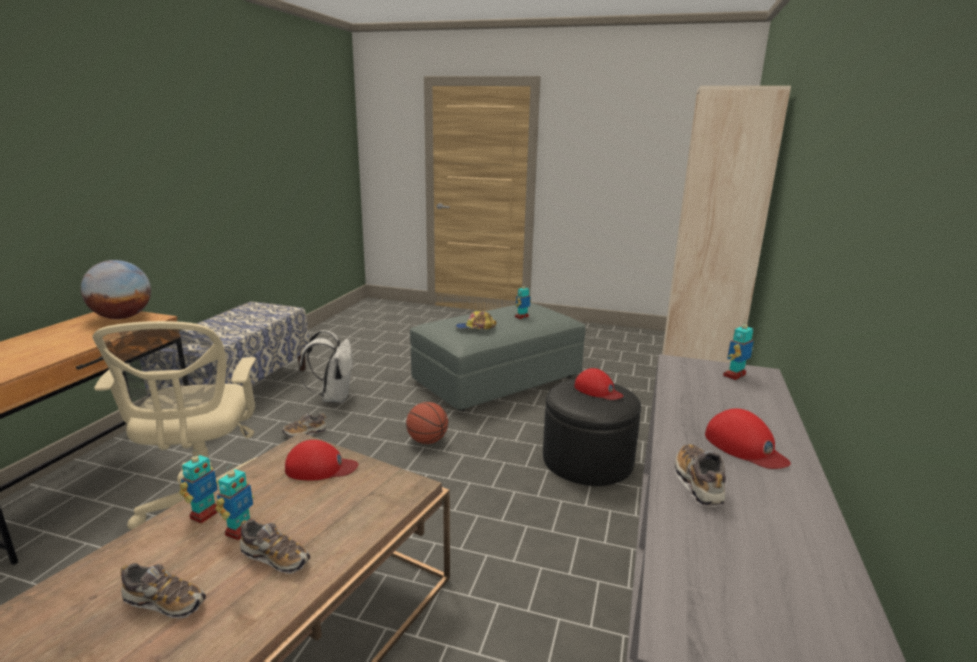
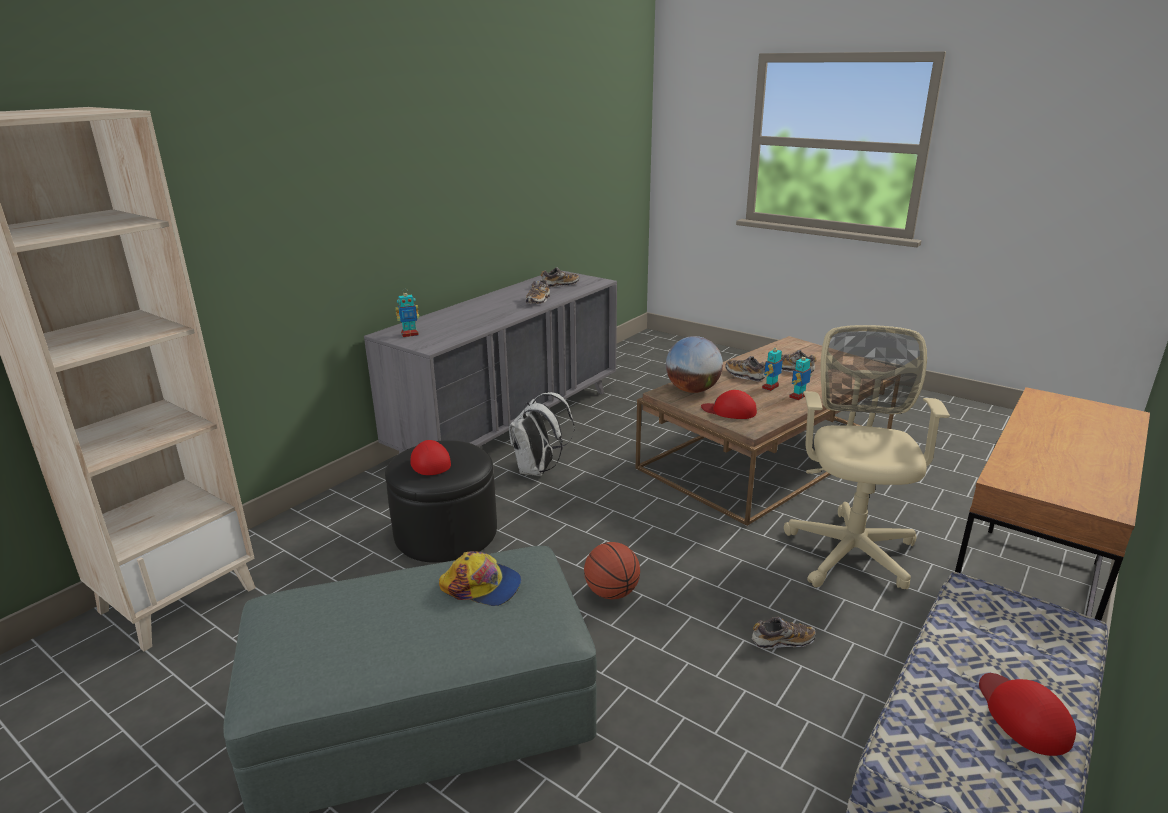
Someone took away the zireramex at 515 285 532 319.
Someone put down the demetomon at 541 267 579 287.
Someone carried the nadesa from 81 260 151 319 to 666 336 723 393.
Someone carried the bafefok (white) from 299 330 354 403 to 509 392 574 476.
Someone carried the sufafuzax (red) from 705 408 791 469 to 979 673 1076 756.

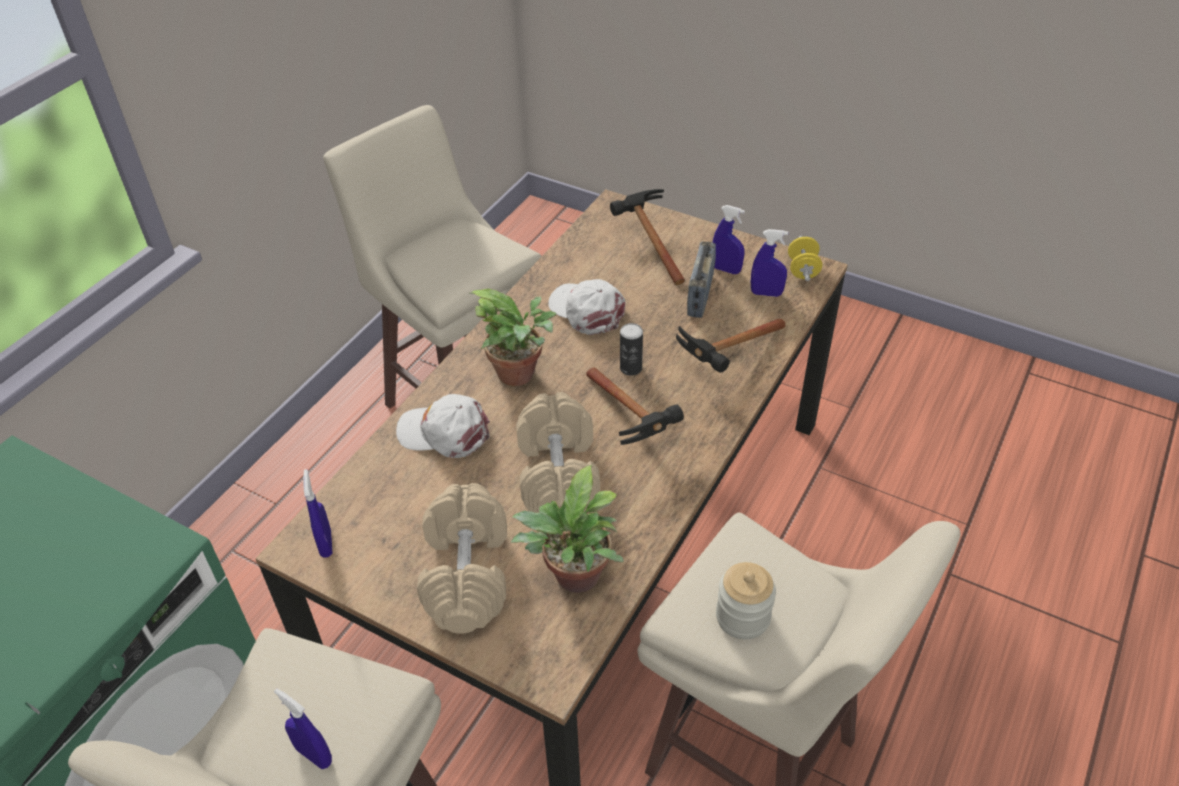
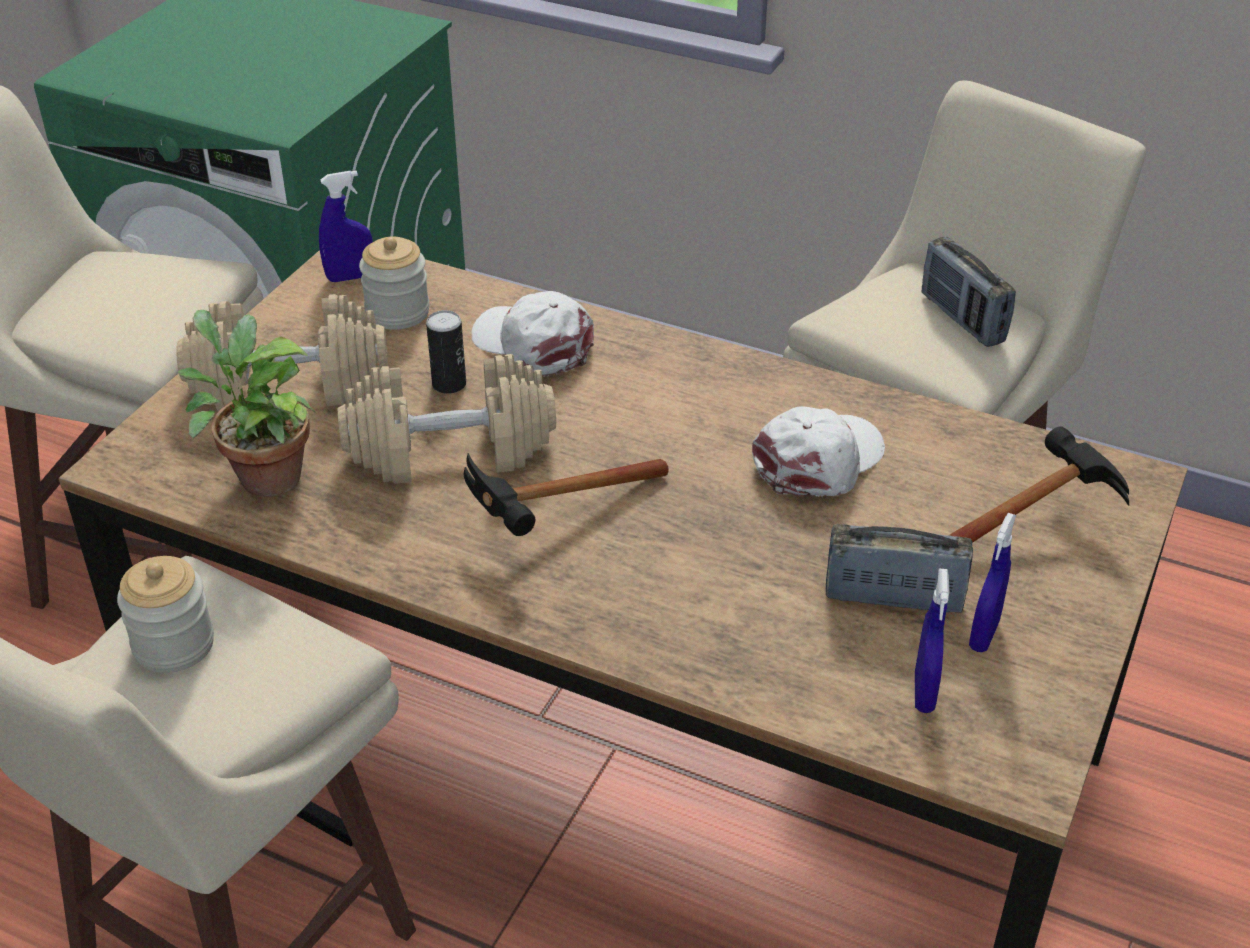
Someone took away the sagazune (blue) at 274 688 332 769.
Someone took away the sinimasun at 471 289 556 386.
Someone took away the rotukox at 676 319 786 373.
Someone took away the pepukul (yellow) at 788 236 822 281.
Someone put down the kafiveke at 359 237 429 330.
Someone put down the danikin at 922 237 1016 347.
Someone carried the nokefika from 620 323 643 376 to 426 310 466 394.
Someone rotated the sufafuzax (white) at 396 394 490 458 by 60 degrees counterclockwise.

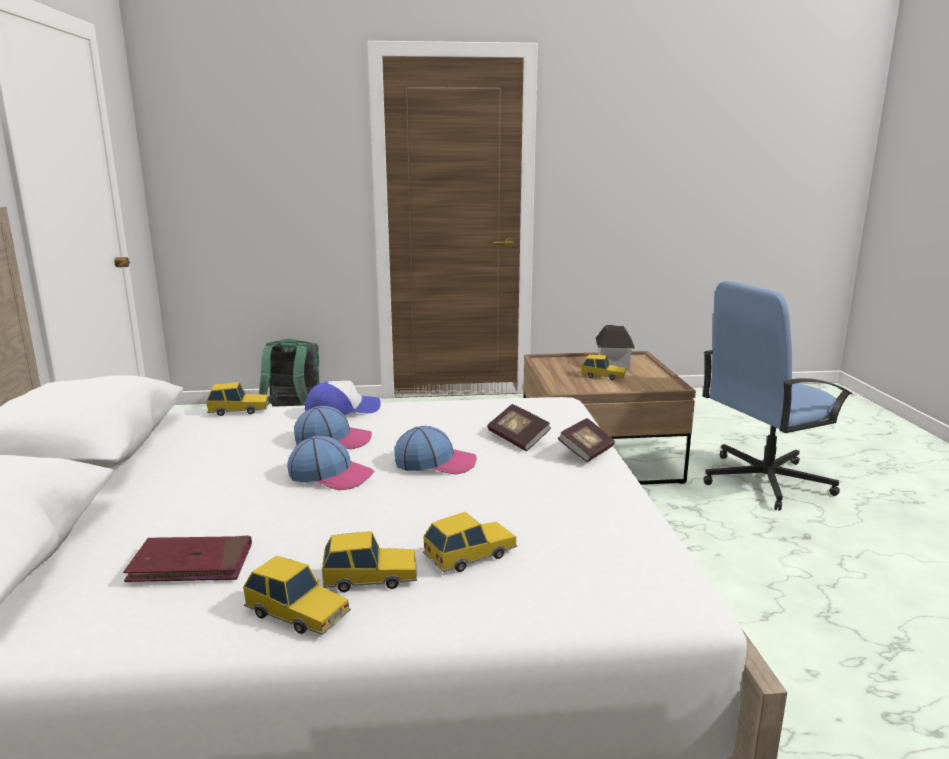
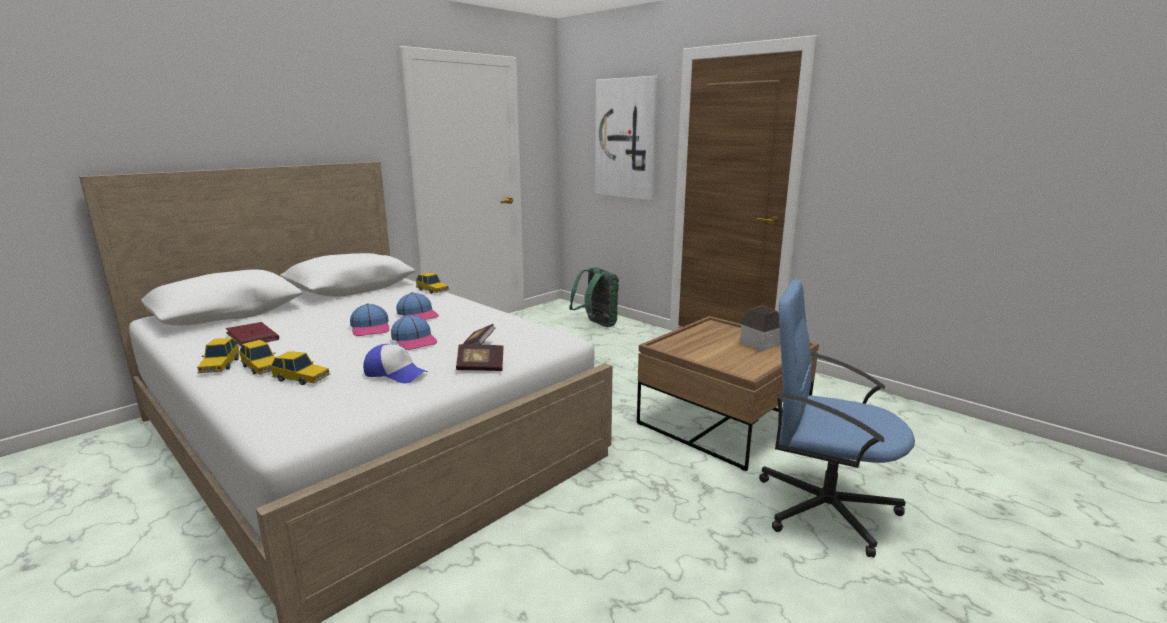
Someone took away the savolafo at 581 355 626 380.
Someone put up the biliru at 595 76 658 201.
Someone carried the sufafuzax from 305 381 380 415 to 363 344 428 383.

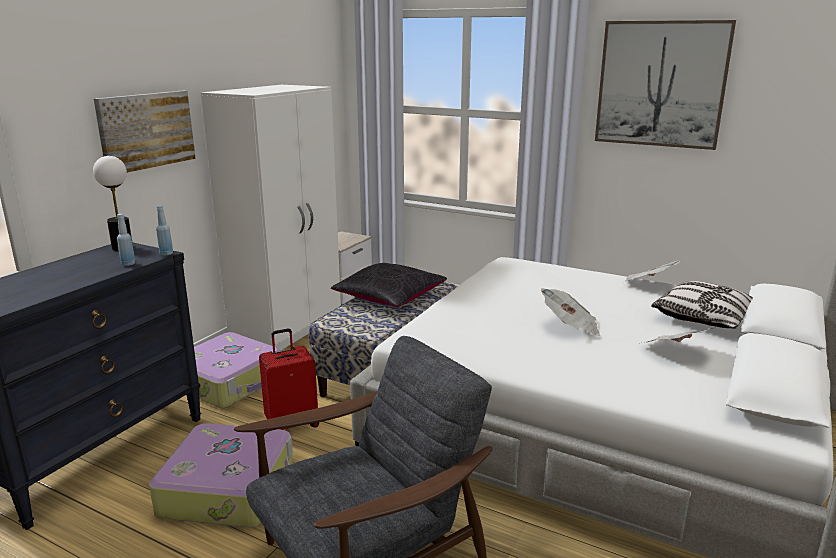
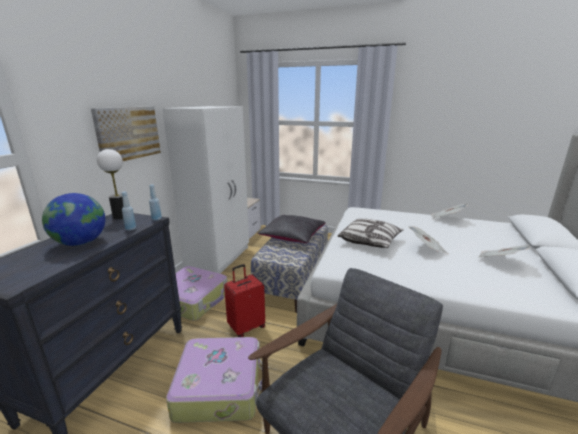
Someone took away the biliru at 595 20 736 150.
Someone put down the nadesa at 42 193 106 246.
Someone carried the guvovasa from 651 281 753 328 to 338 219 404 248.

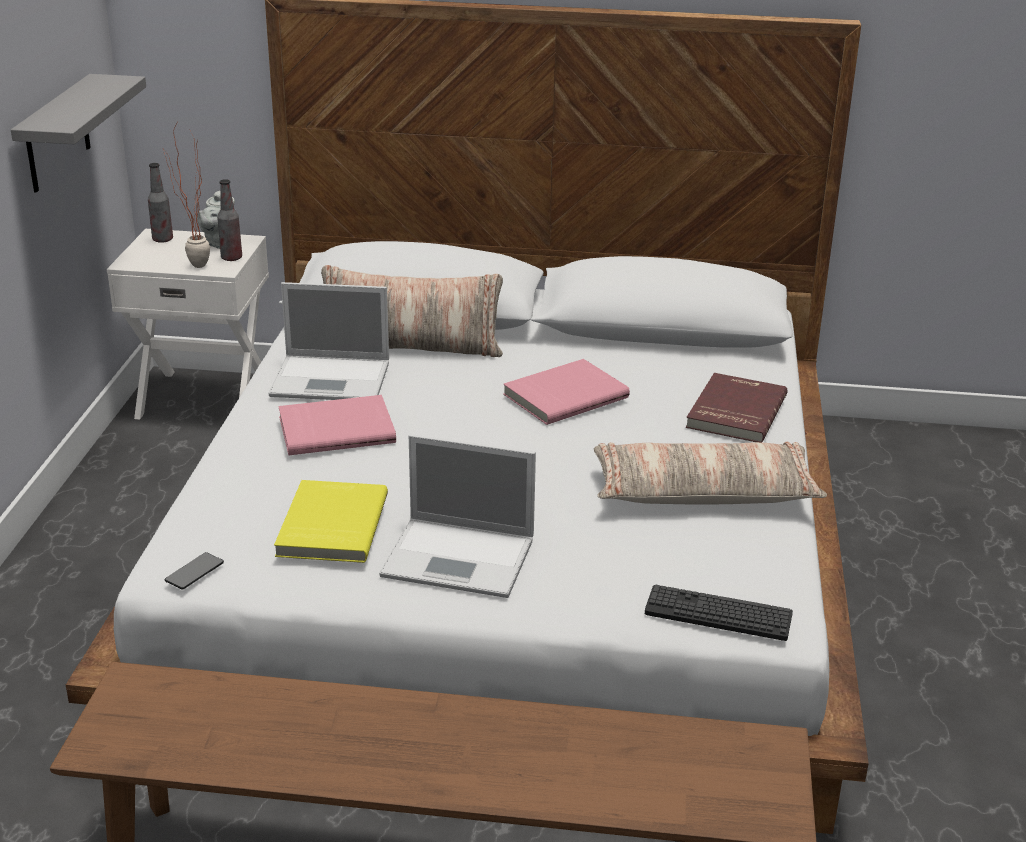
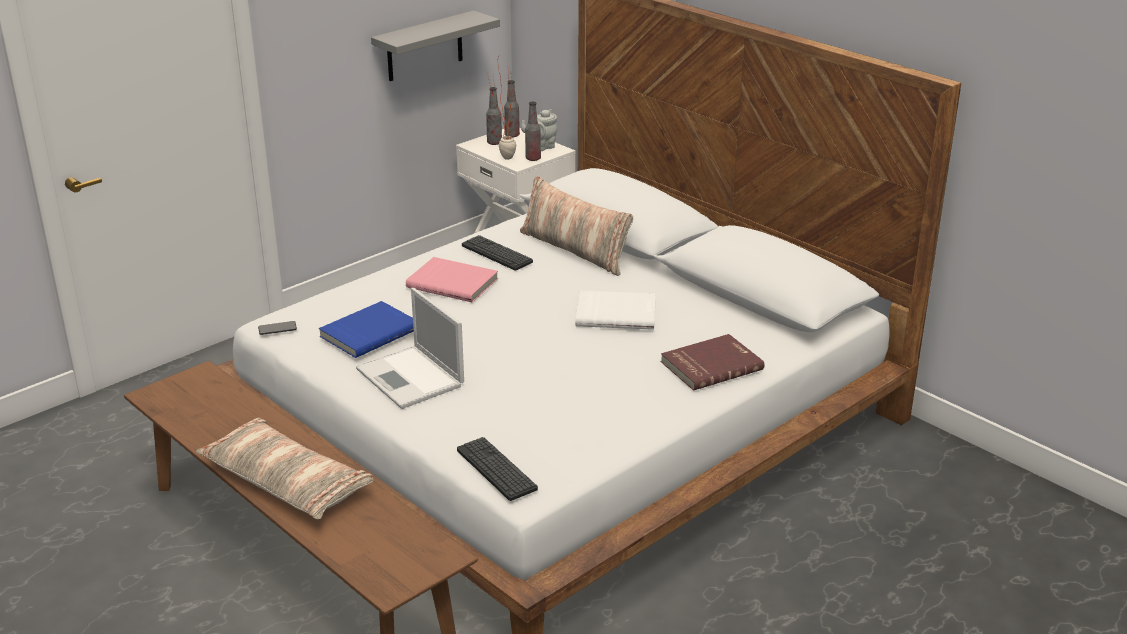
Someone put down the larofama at 486 87 502 145.
Someone carried the guvovasa from 594 442 827 505 to 196 418 374 519.
Someone swapped the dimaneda at 268 282 389 400 for the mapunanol at 462 235 533 271.
Someone repainted the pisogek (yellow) at 274 480 388 563, which became the pisogek (blue) at 319 301 414 358.
Someone repainted the pisogek (pink) at 503 359 630 425, which became the pisogek (white) at 575 291 656 330.

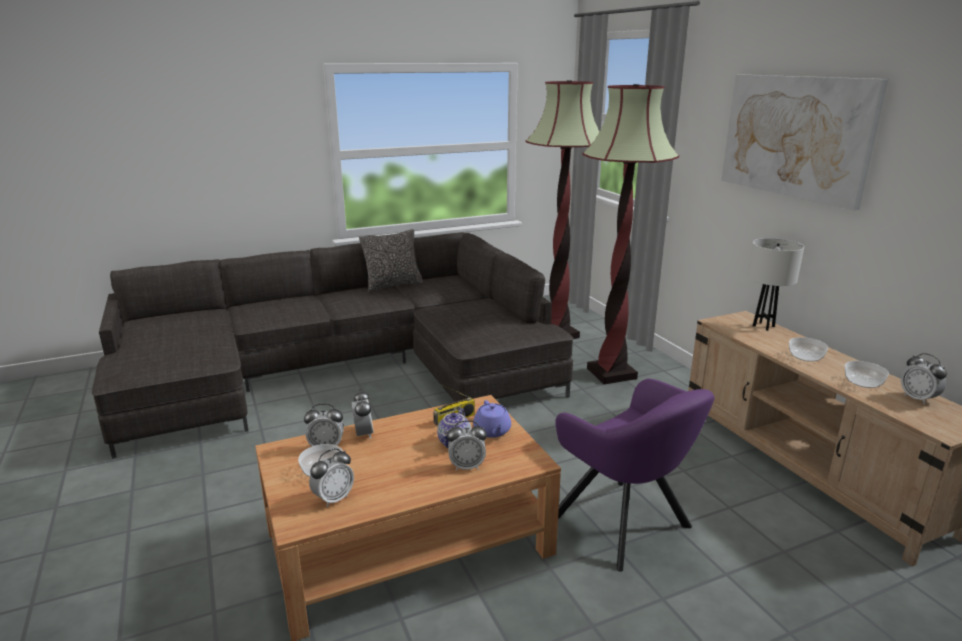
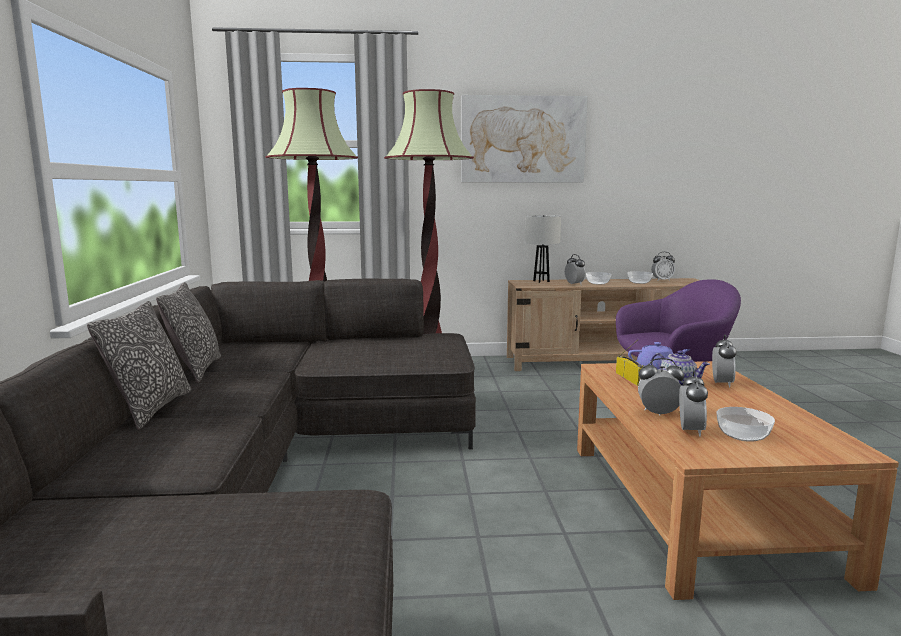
Someone put down the guvovasa at 87 301 192 430.
Someone carried the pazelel from 309 448 354 507 to 565 254 586 285.

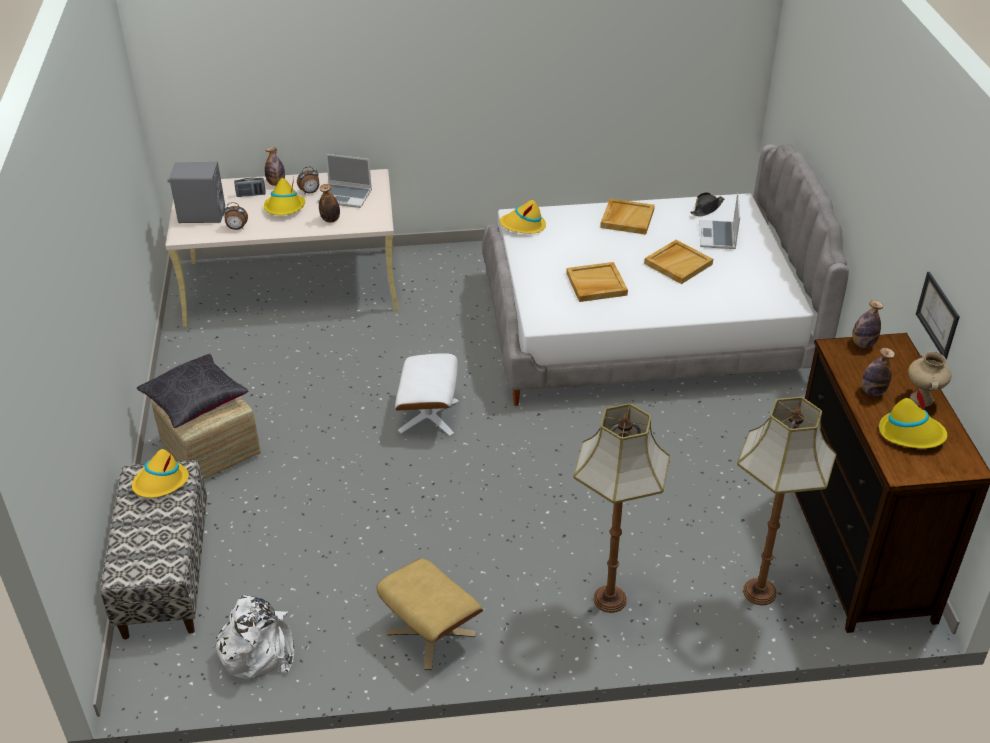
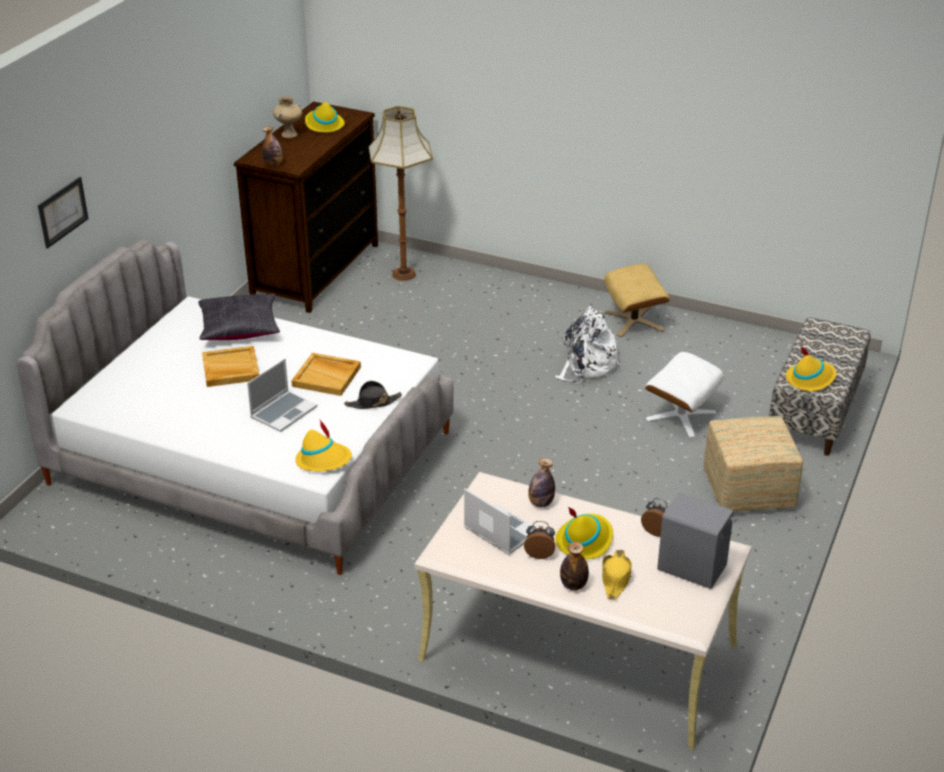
Someone took away the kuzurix at 573 403 670 613.
Someone took away the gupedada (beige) at 600 199 655 235.
Someone took away the larofama at 862 348 895 396.
Someone carried the guvovasa (black) from 137 354 248 428 to 198 293 280 340.
Someone carried the bafefok (white) from 212 595 295 680 to 555 306 619 384.
Someone carried the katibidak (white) from 395 353 459 436 to 645 352 724 438.
Someone carried the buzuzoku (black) from 690 192 724 216 to 344 381 402 409.
Someone carried the dimaneda from 699 193 740 249 to 247 359 317 432.
Someone carried the biliru from 916 272 960 360 to 38 177 88 249.
Someone swapped the danikin at 234 178 266 197 for the buzuzoku (yellow) at 602 550 632 600.

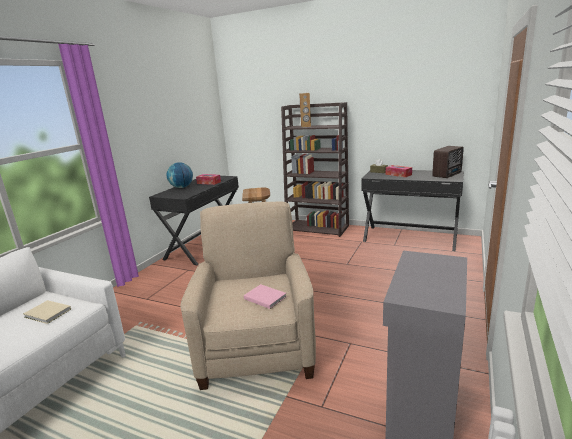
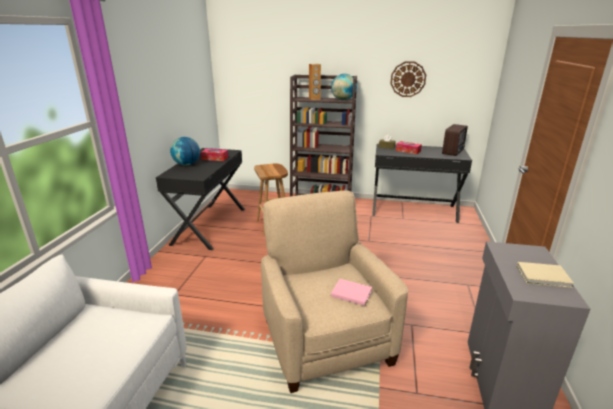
Someone put down the nadesa at 331 74 357 100.
Someone put up the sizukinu at 390 61 426 97.
Someone carried the pisogek (beige) from 23 300 71 324 to 517 262 574 288.

